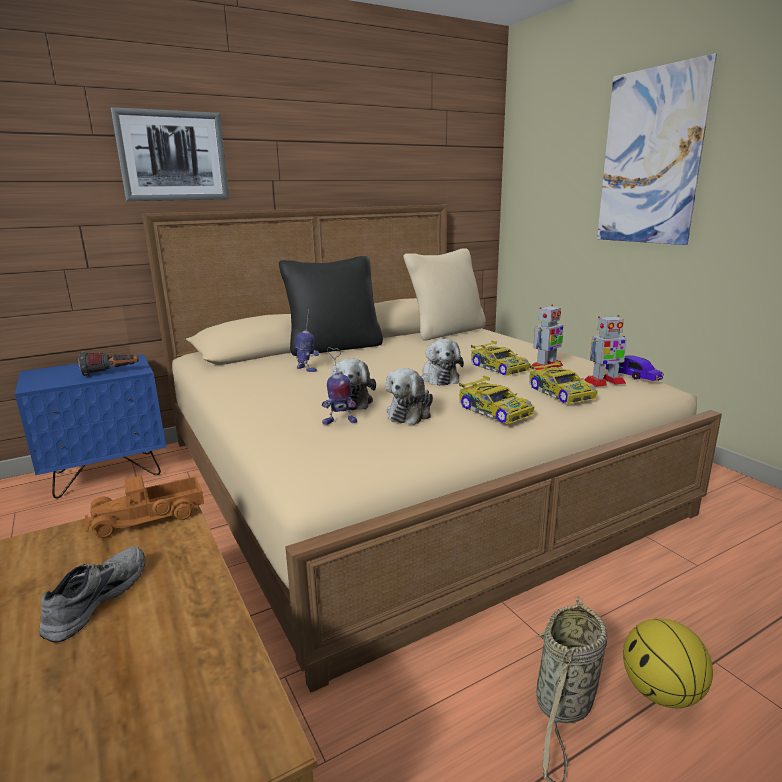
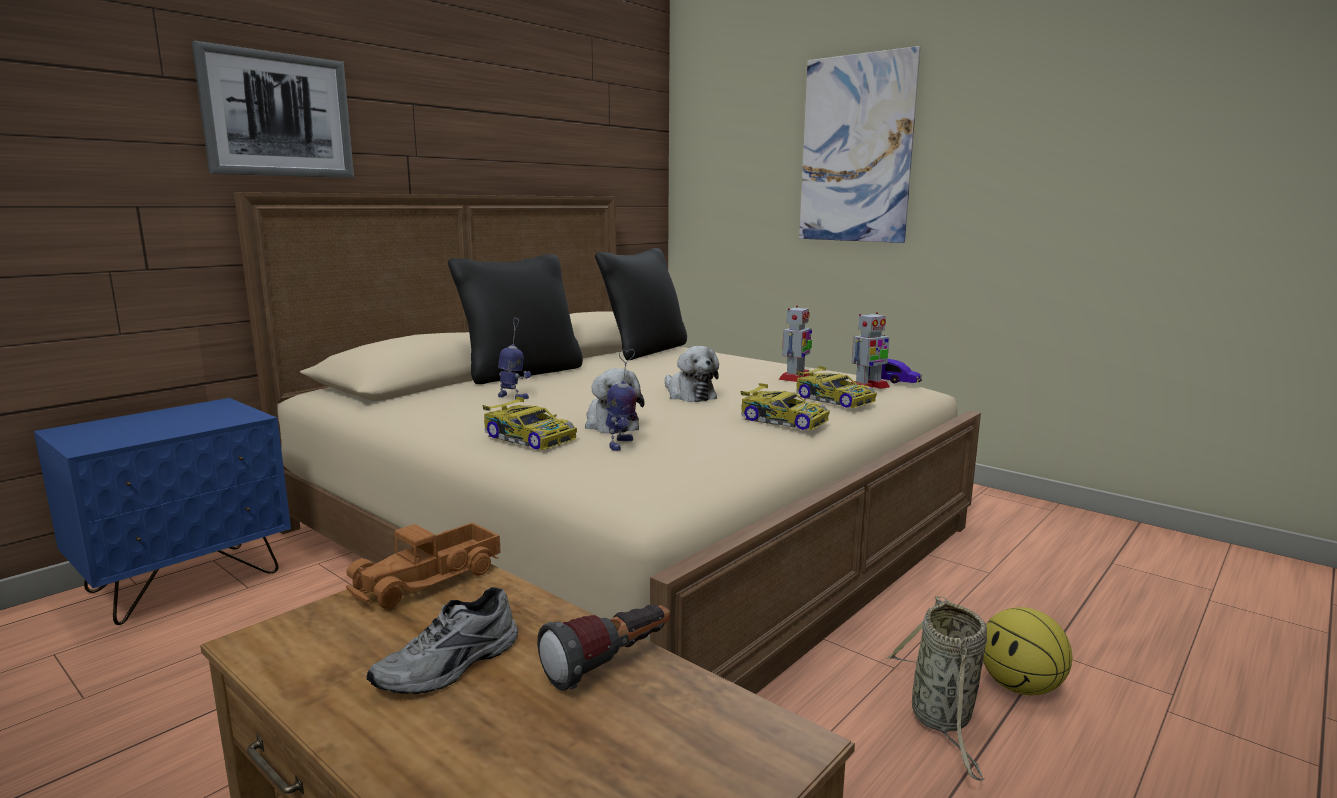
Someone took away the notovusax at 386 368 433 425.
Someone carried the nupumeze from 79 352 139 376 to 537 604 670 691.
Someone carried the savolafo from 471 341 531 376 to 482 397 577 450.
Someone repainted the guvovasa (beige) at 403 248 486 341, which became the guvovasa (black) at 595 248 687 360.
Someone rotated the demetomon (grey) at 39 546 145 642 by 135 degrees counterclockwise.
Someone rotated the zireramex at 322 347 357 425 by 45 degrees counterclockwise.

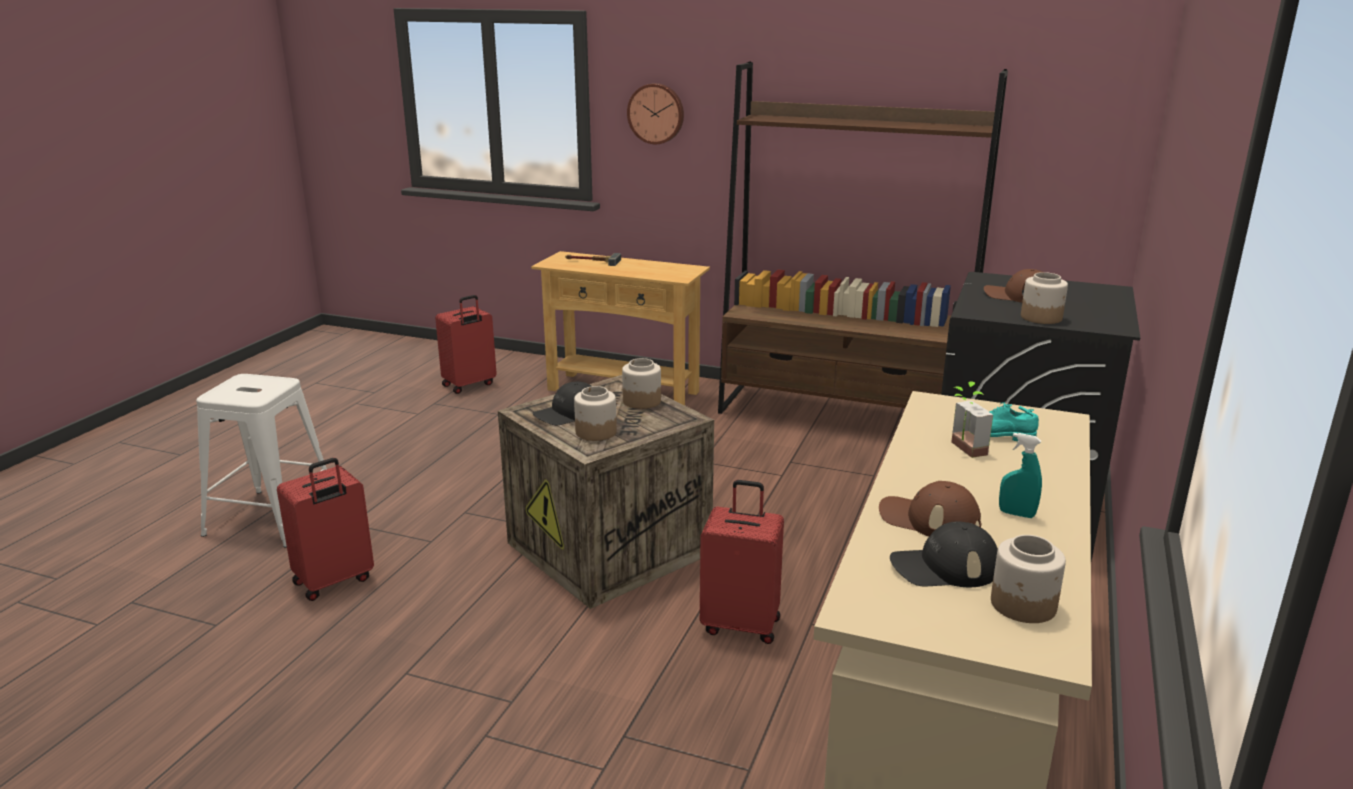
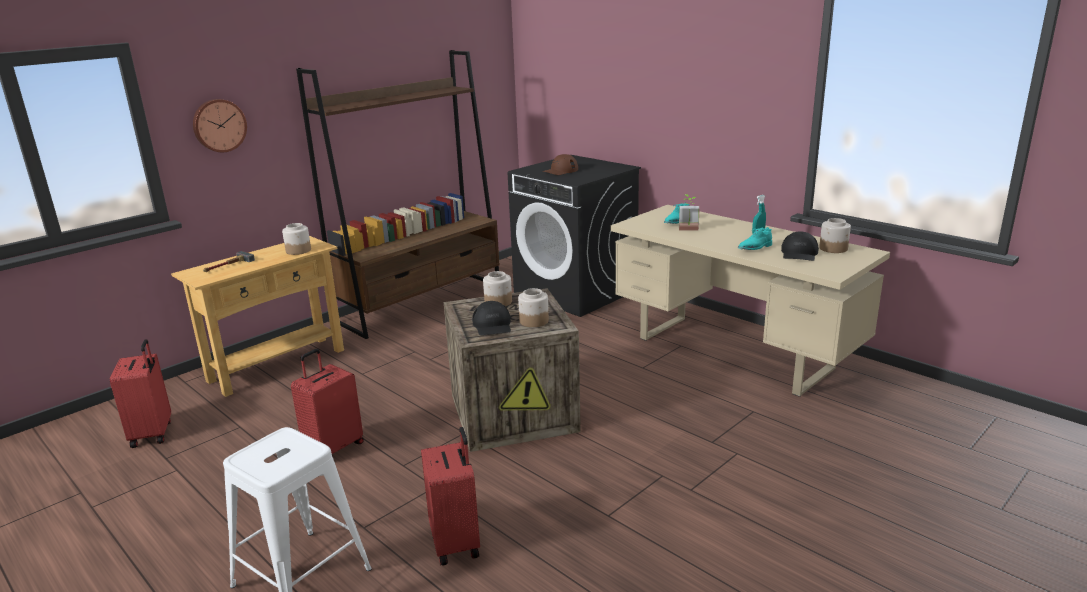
Someone carried the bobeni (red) from 700 480 784 644 to 291 349 364 457.
Someone carried the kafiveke from 1021 272 1068 324 to 282 223 311 255.
Someone swapped the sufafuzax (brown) at 879 481 982 537 for the demetomon (turquoise) at 738 227 772 250.

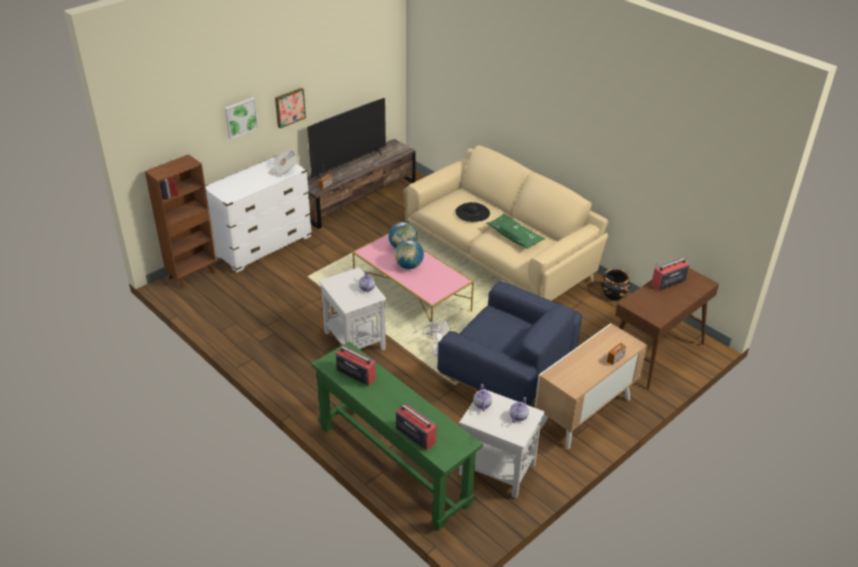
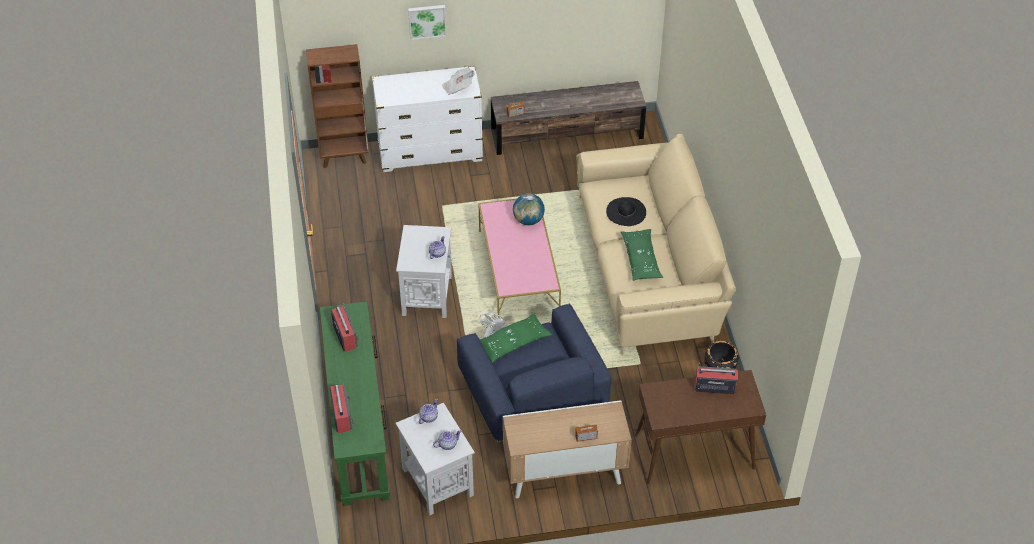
Someone took away the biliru at 275 88 306 128.
Someone took away the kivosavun at 307 98 386 179.
Someone took away the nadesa at 394 240 424 269.
Someone put down the guvovasa (green) at 480 313 552 363.

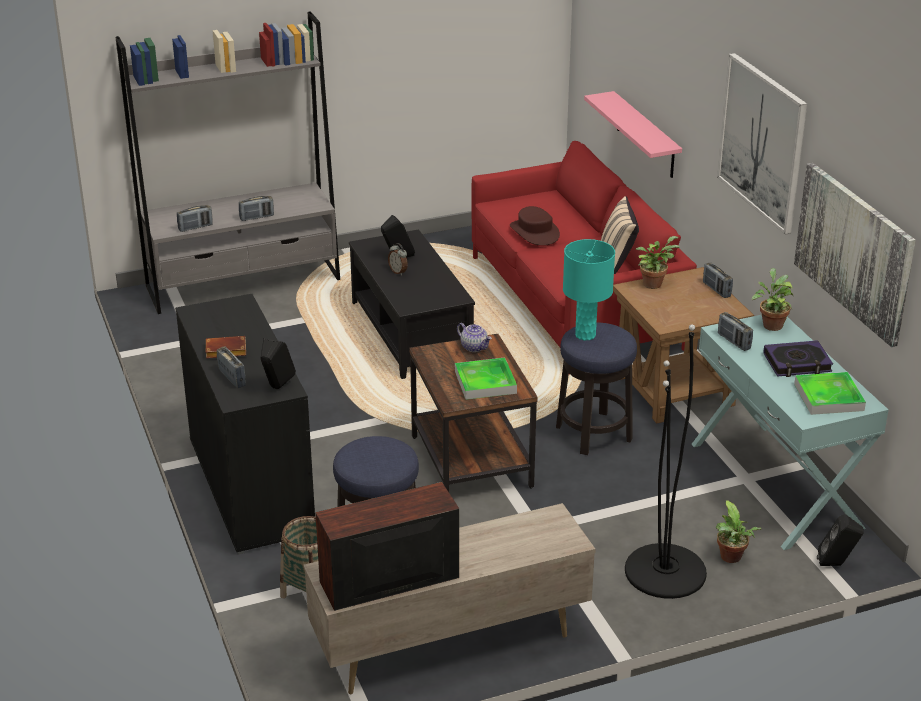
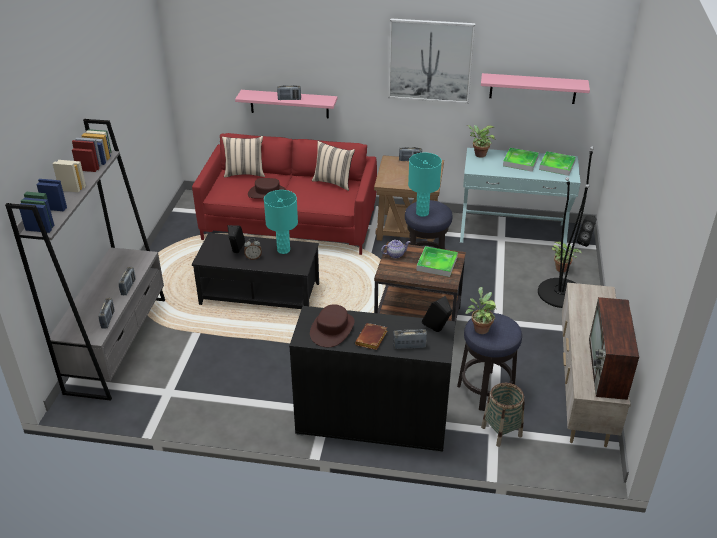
Someone put down the guvovasa (beige) at 222 136 265 178.
Someone put down the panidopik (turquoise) at 264 190 298 254.
Someone put down the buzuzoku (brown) at 310 304 355 347.
Someone carried the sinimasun from 635 236 679 289 to 465 287 496 334.
Someone carried the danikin from 718 312 753 351 to 277 85 301 100.
Someone swapped the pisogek at 763 340 833 377 for the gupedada at 503 148 539 172.
Someone swapped the biliru at 794 163 916 347 for the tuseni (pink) at 481 73 590 104.

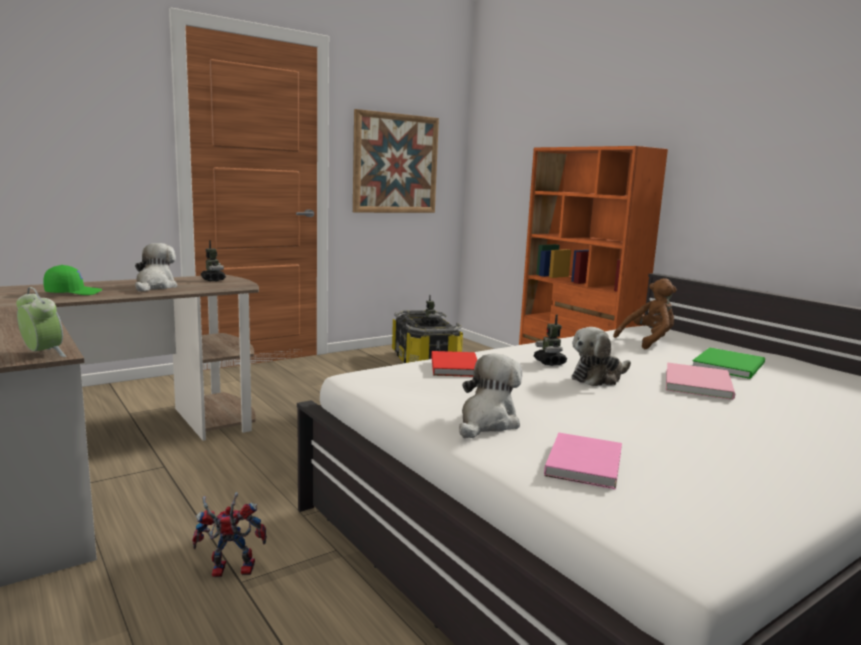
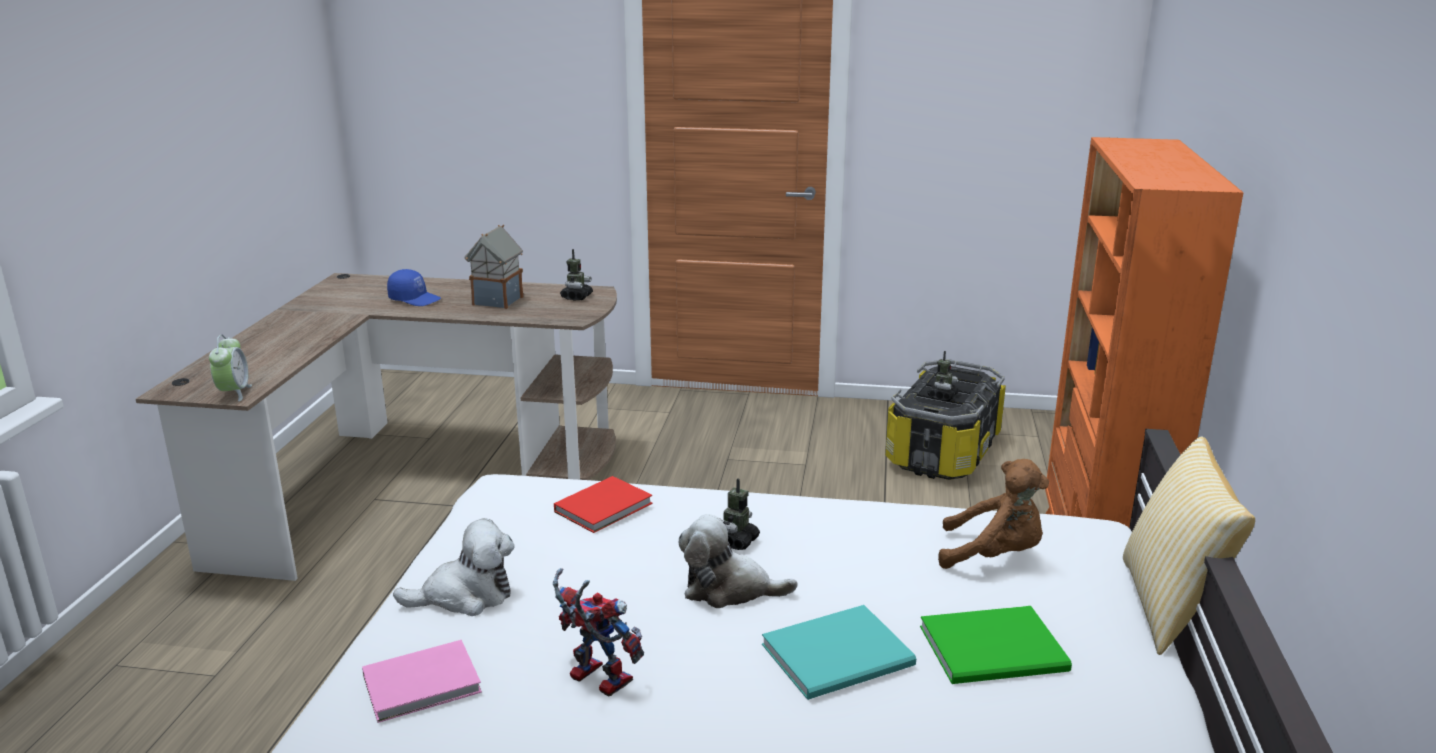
Someone took away the biliru at 353 109 439 213.
Someone put down the guvovasa at 1123 437 1255 655.
Someone carried the zireramex from 192 492 267 577 to 553 568 644 696.
Someone swapped the notovusax at 135 243 177 292 for the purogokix at 464 224 523 309.
Someone repainted the sufafuzax (green) at 43 265 102 295, which became the sufafuzax (blue) at 387 269 441 306.
Someone repainted the pisogek (pink) at 666 362 735 400, which became the pisogek (turquoise) at 762 605 916 700.

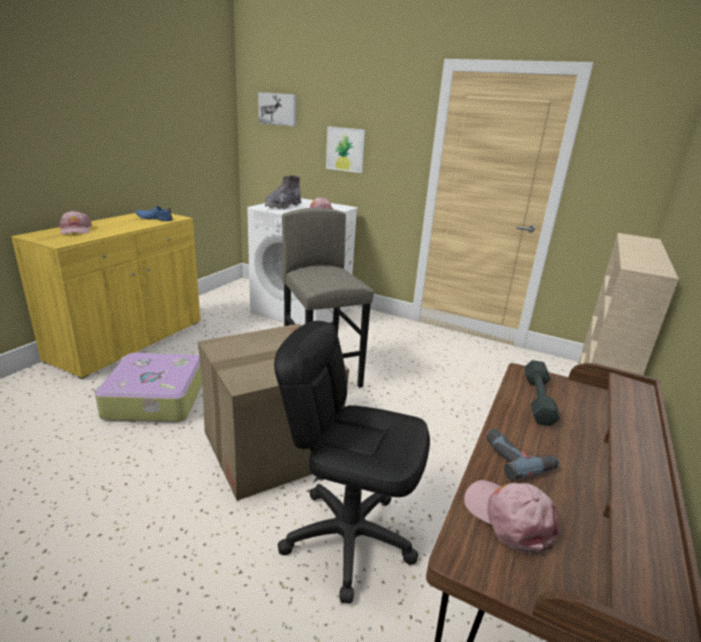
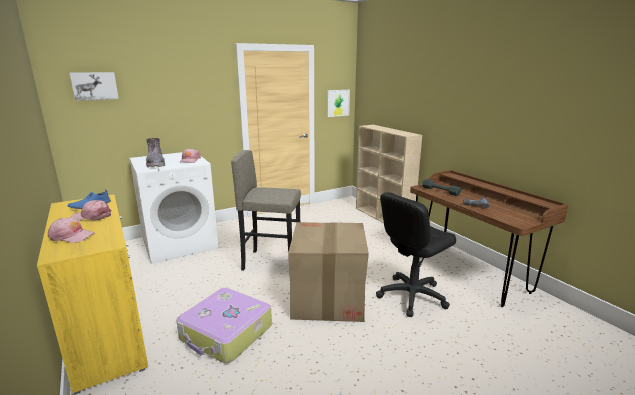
Someone carried the biliru from 326 126 365 173 to 327 90 350 117.
Someone carried the sufafuzax (pink) from 464 480 560 554 to 70 200 112 221.

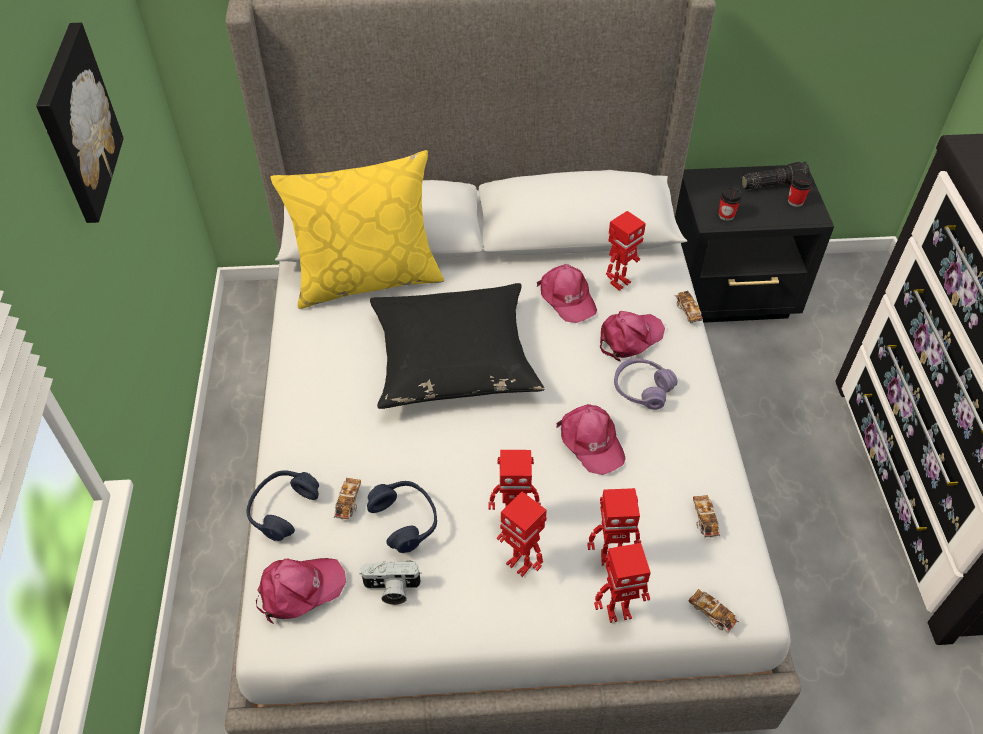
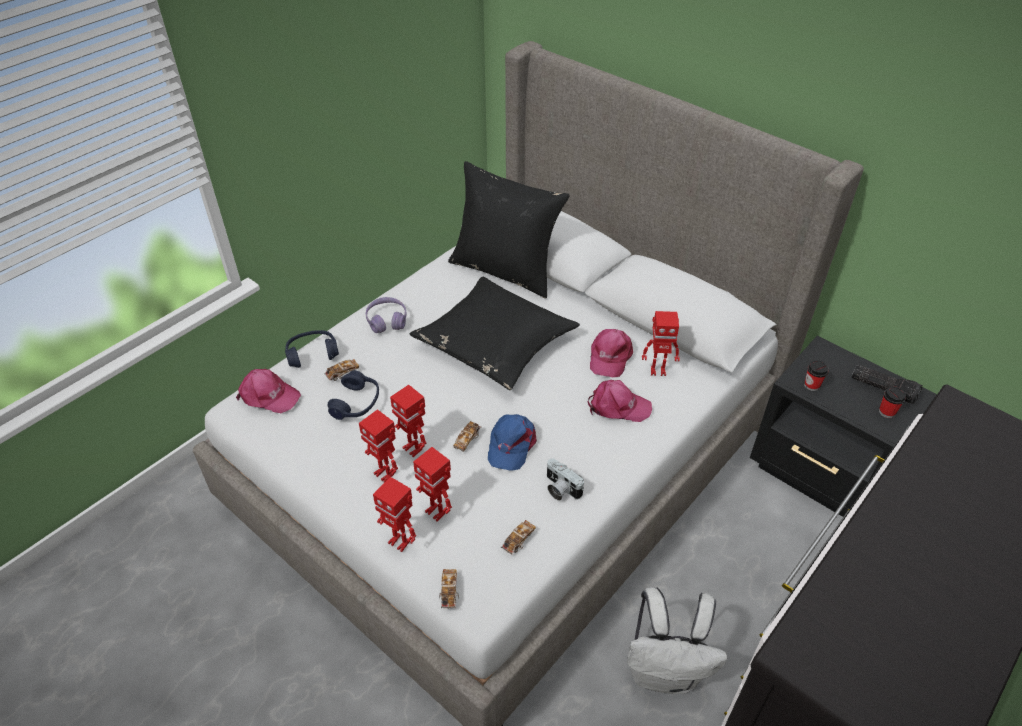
Someone took away the biliru at 36 23 124 223.
Someone put down the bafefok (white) at 627 587 728 694.
Someone carried the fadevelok from 359 560 422 605 to 547 458 584 501.
Someone carried the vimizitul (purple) from 614 358 678 410 to 366 297 407 333.
Someone carried the savolafo from 674 291 703 323 to 453 421 481 452.
Someone repainted the guvovasa (yellow) at 270 150 444 309, which became the guvovasa (black) at 448 161 570 298.
Someone repainted the sufafuzax (pink) at 557 404 625 475, which became the sufafuzax (blue) at 488 414 537 471.
Someone rotated the zireramex at 497 492 547 577 by 45 degrees counterclockwise.

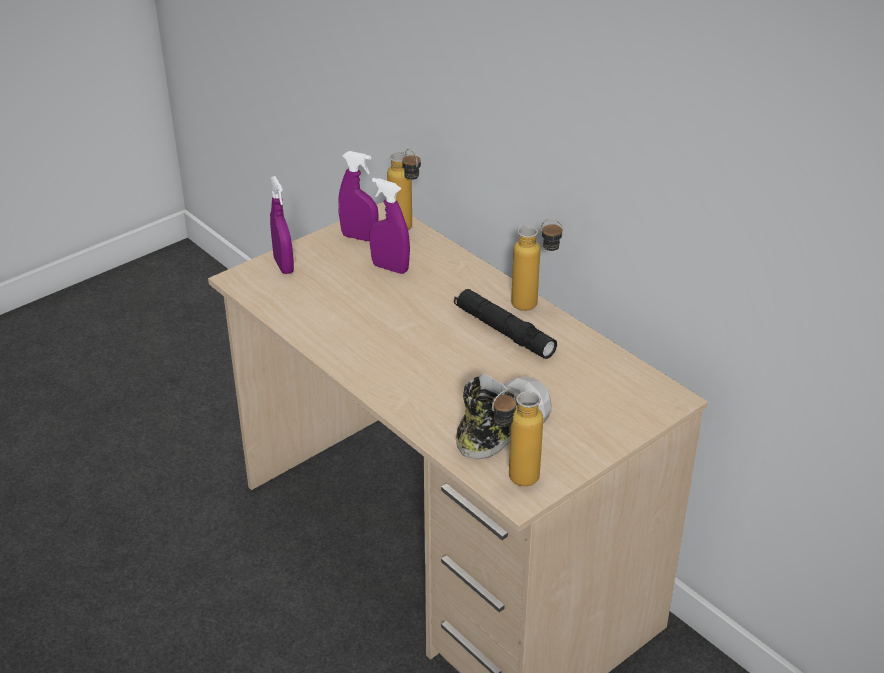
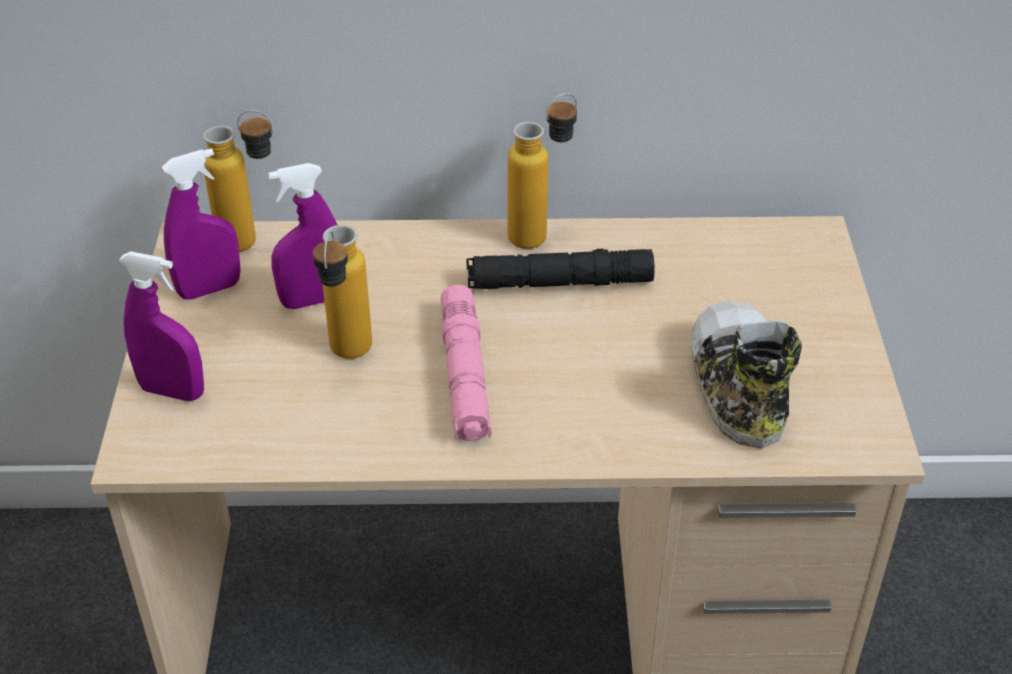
Someone put down the nupumeze (pink) at 441 285 492 441.
Someone carried the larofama from 492 389 543 486 to 313 225 372 359.

